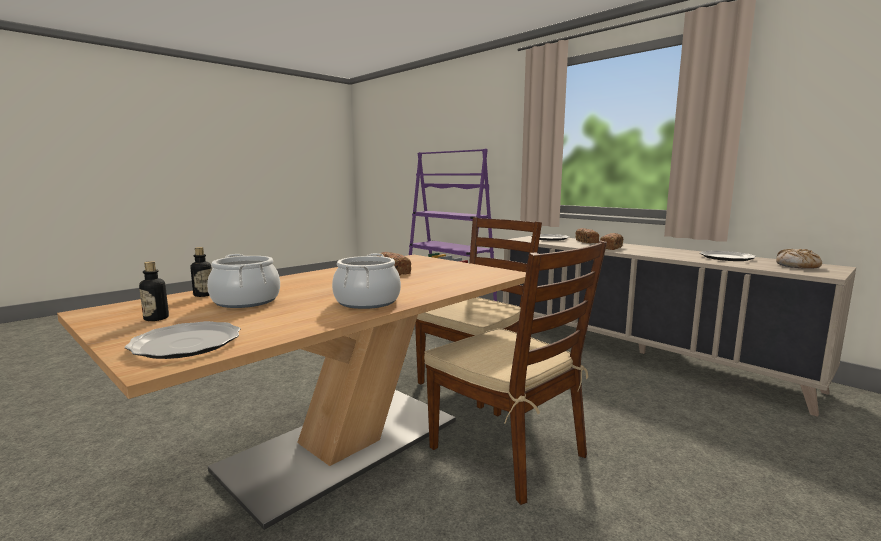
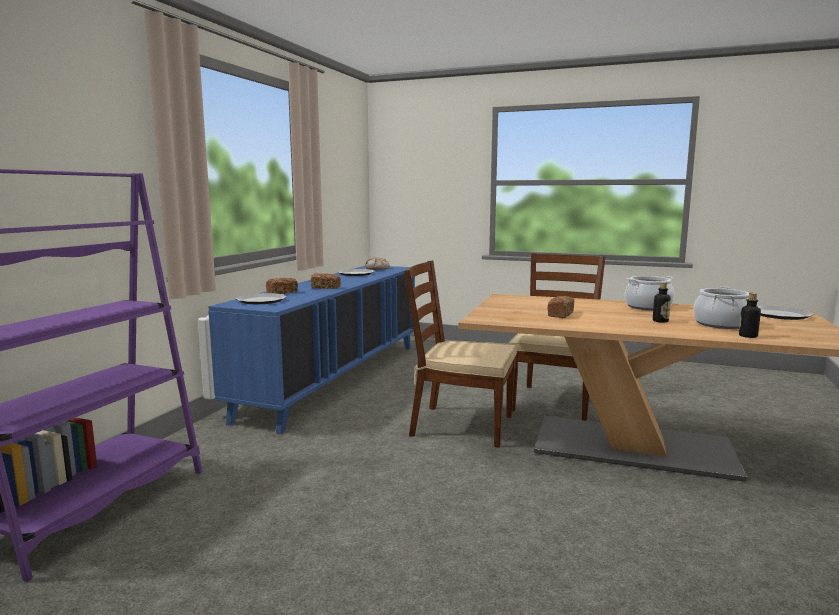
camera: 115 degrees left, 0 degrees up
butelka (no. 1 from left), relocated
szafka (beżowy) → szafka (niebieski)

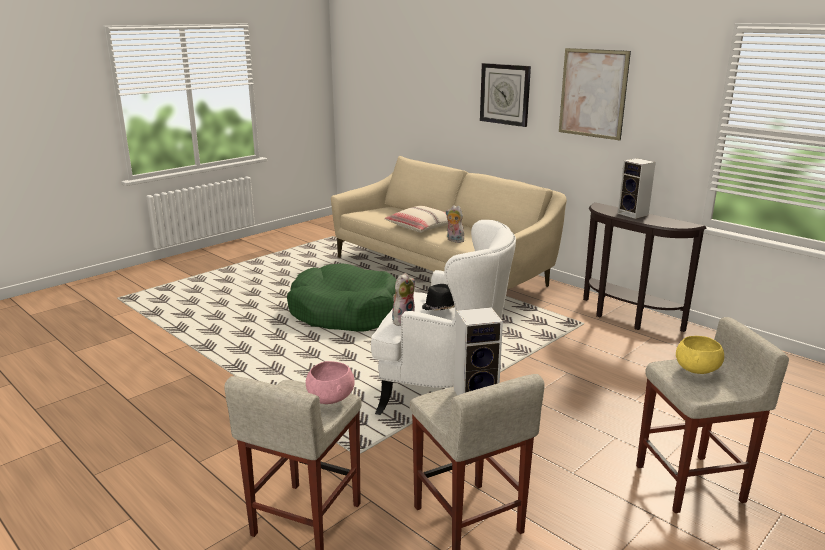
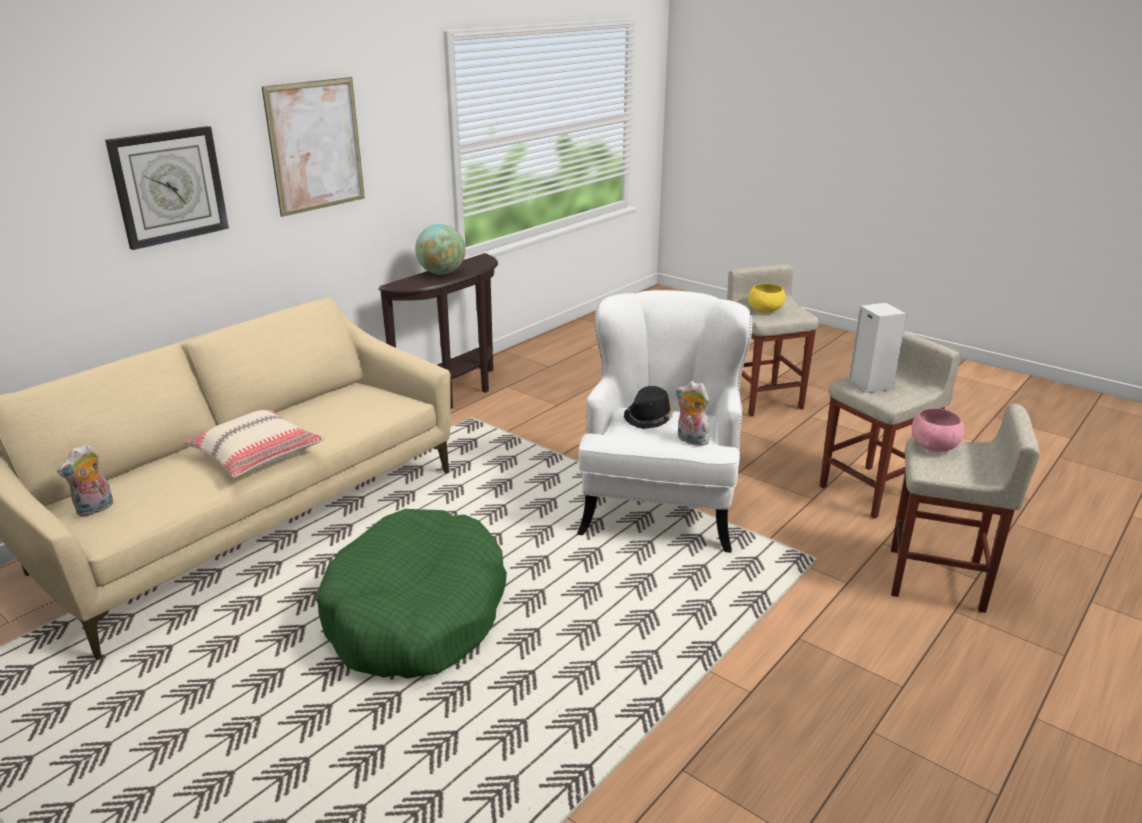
camera: 95 degrees left, 5 degrees up
pluszak (no. 2 from left in the first image) → pluszak (no. 1 from left), relocated
głośnik (no. 2 from left) → globus

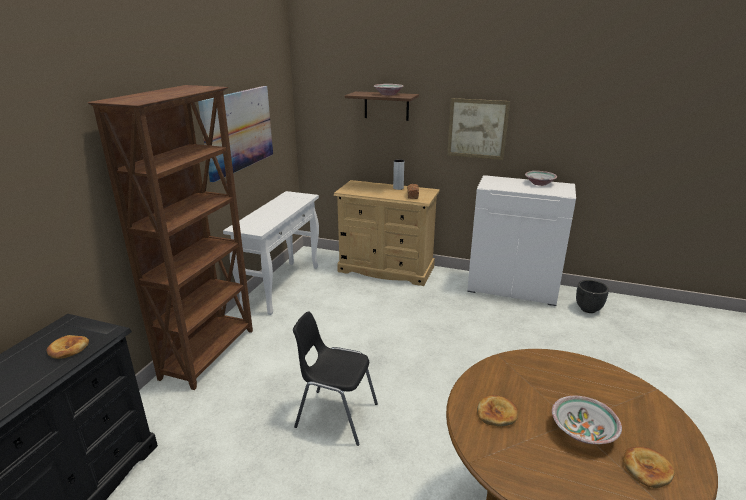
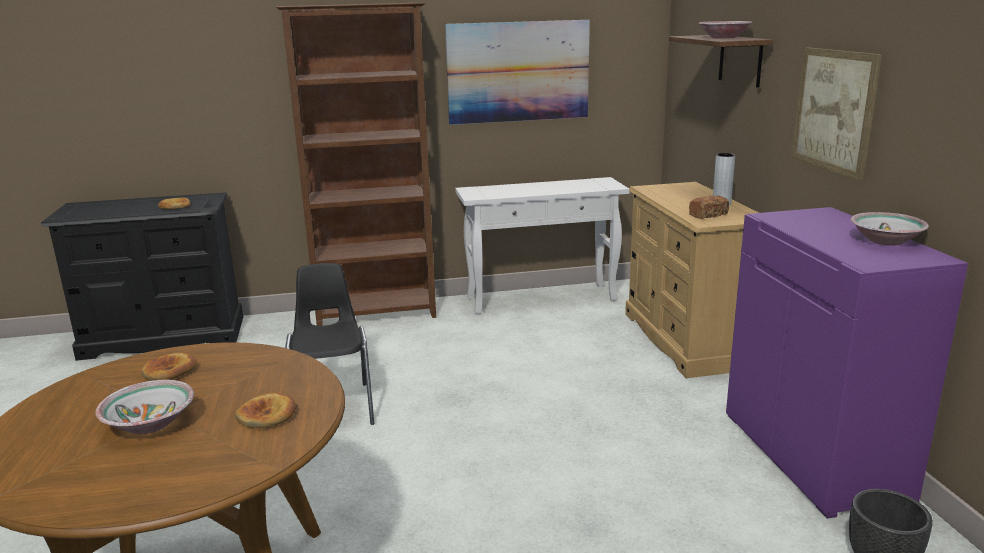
camera: 60 degrees right, 5 degrees down
chleb (no. 4 from left in the first image) → chleb (no. 3 from left), relocated
szafka (biały) → szafka (fioletowy)

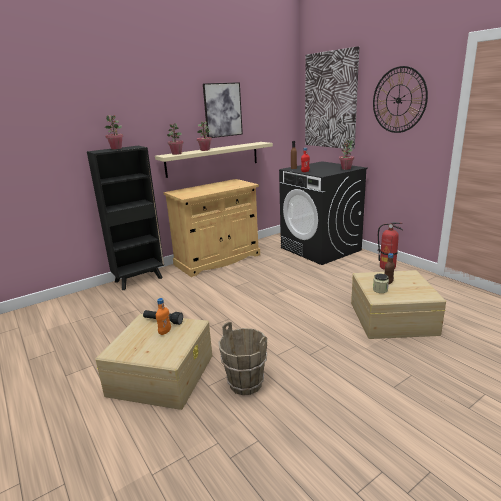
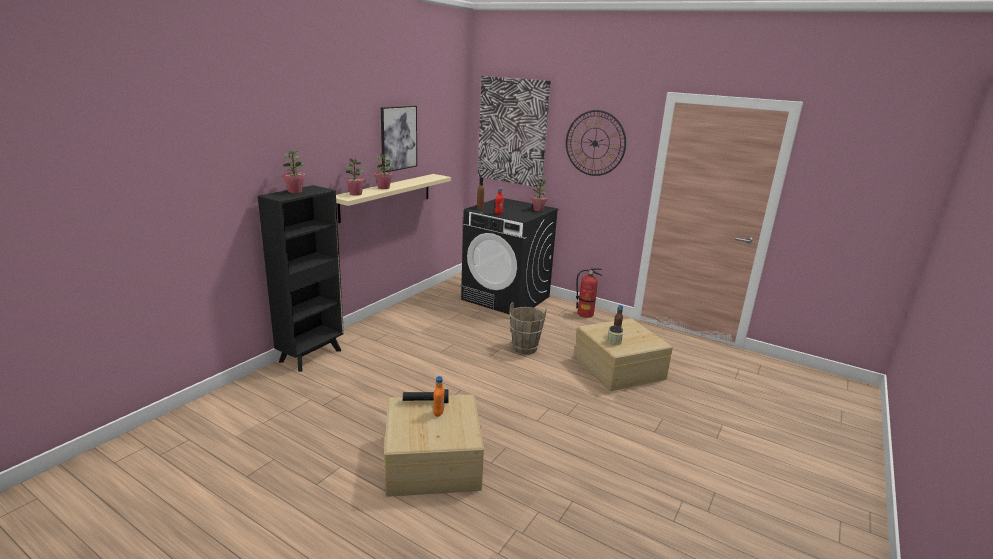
camera: 25 degrees left, 0 degrees up
szafka (beżowy) → -
wiadro (brązowy), relocated

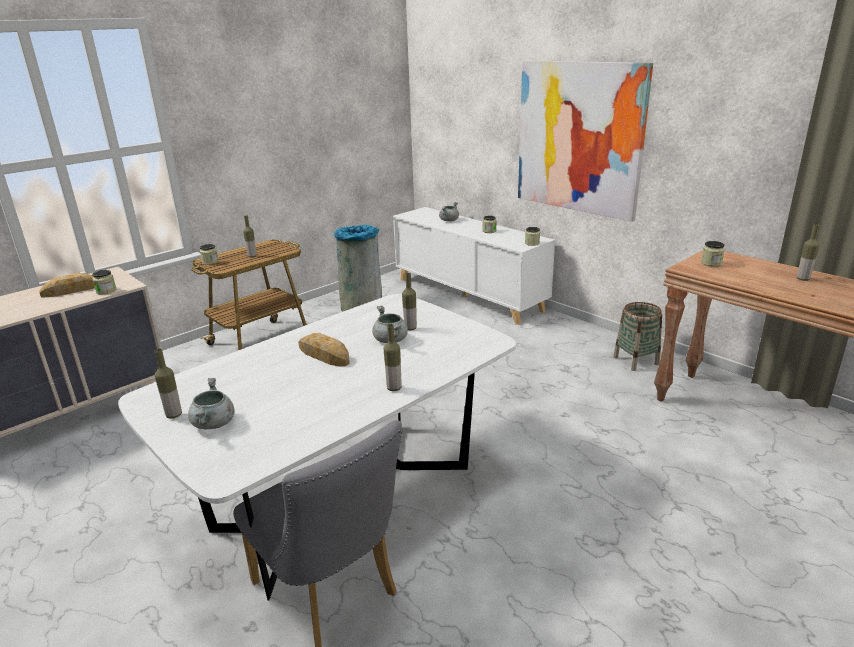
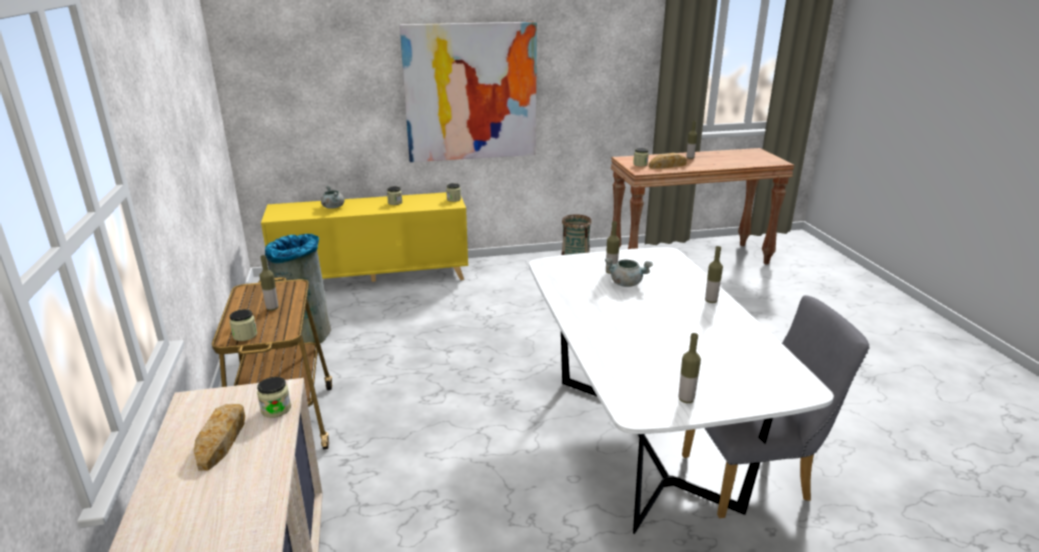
camera: 60 degrees left, 0 degrees up
garnek (szary) (no. 1 from left) → -
chleb (no. 2 from left), relocated
szafka (biały) → szafka (żółty)

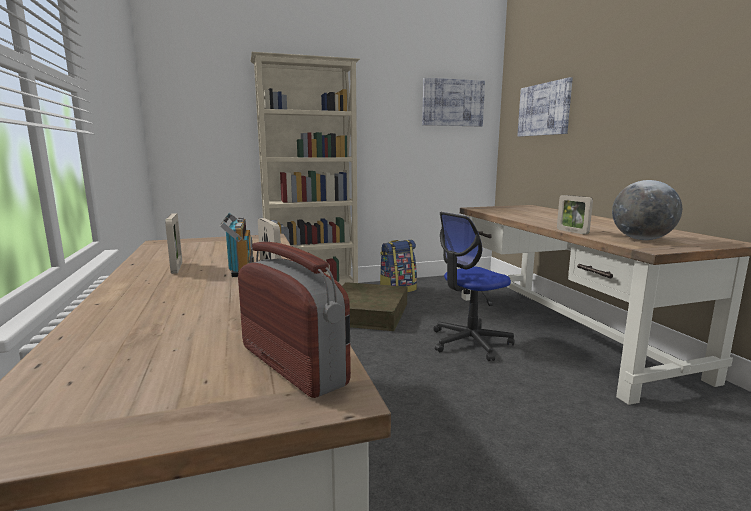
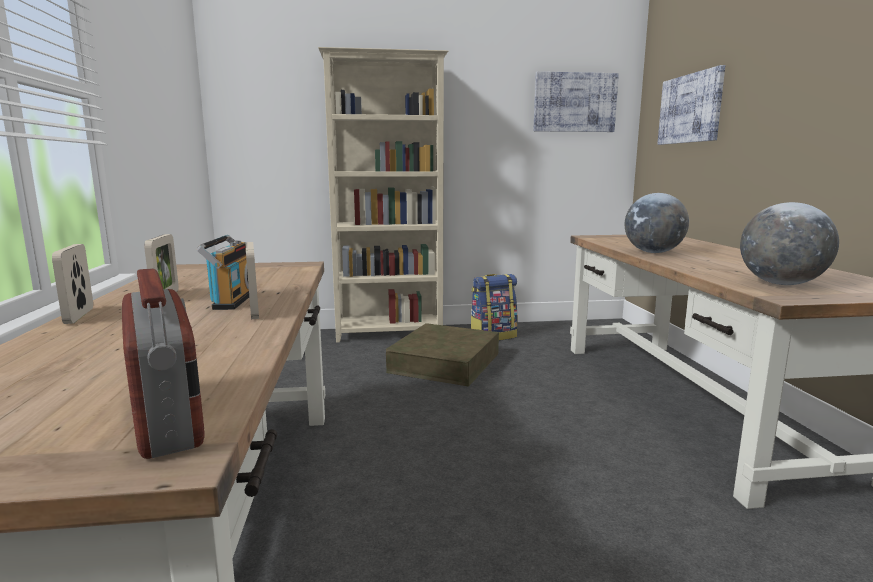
camera: 10 degrees right, 0 degrees up
krzesło biurowe → -
- → globus (no. 1 from left)
ramka na zdjęcie (no. 3 from left in the first image) → ramka na zdjęcie (no. 1 from left), relocated

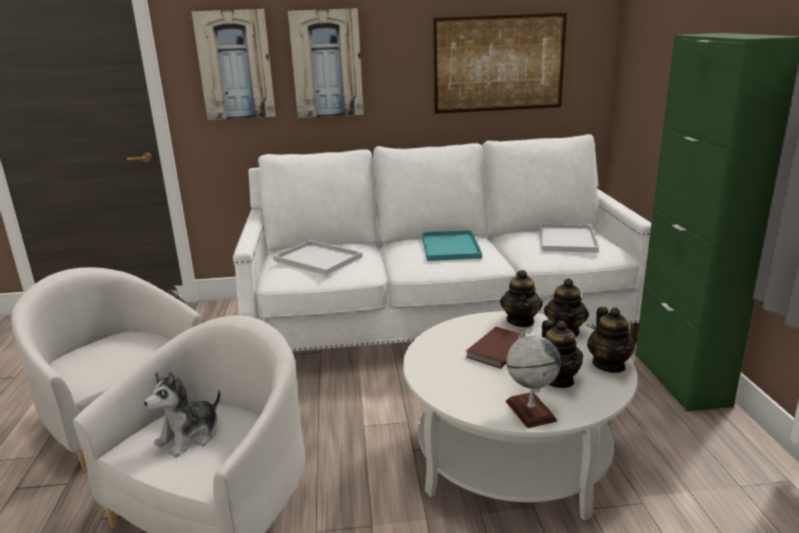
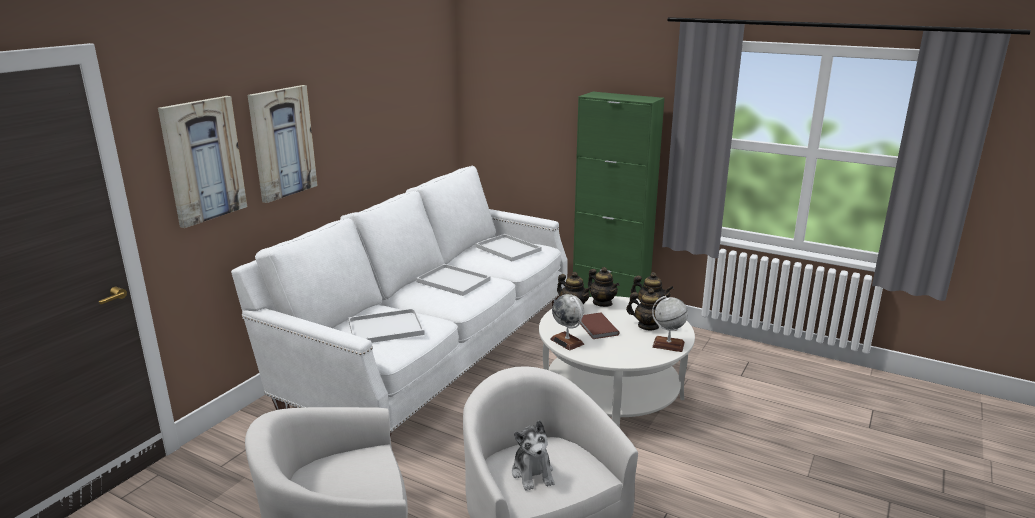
camera: 55 degrees left, 0 degrees up
obraz (no. 3 from left) → -
- → globus (no. 1 from left)
taca (turkusowy) → taca (biały) (no. 2 from left)

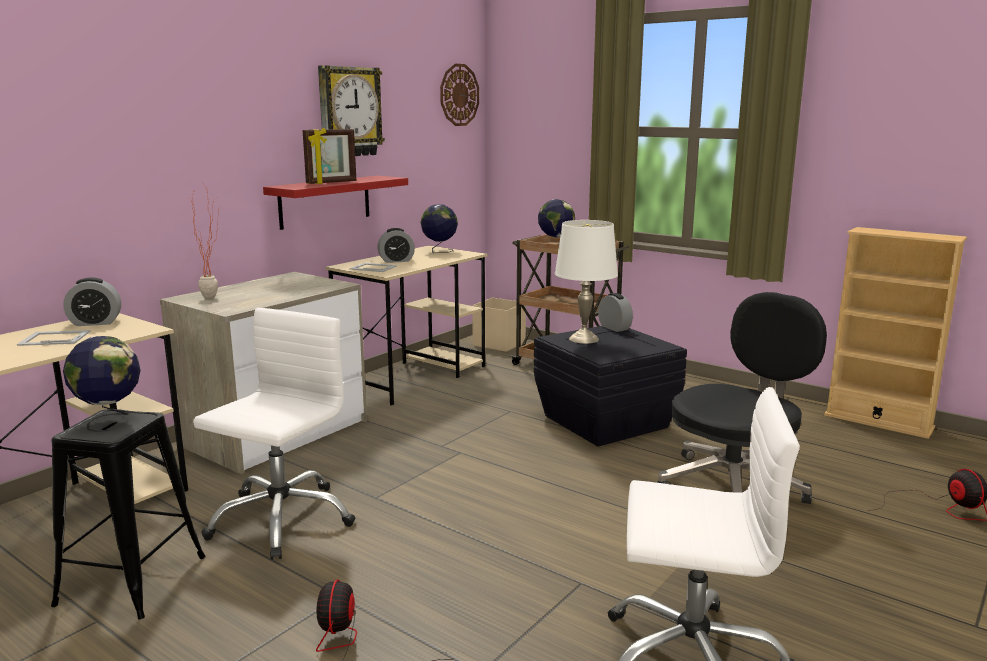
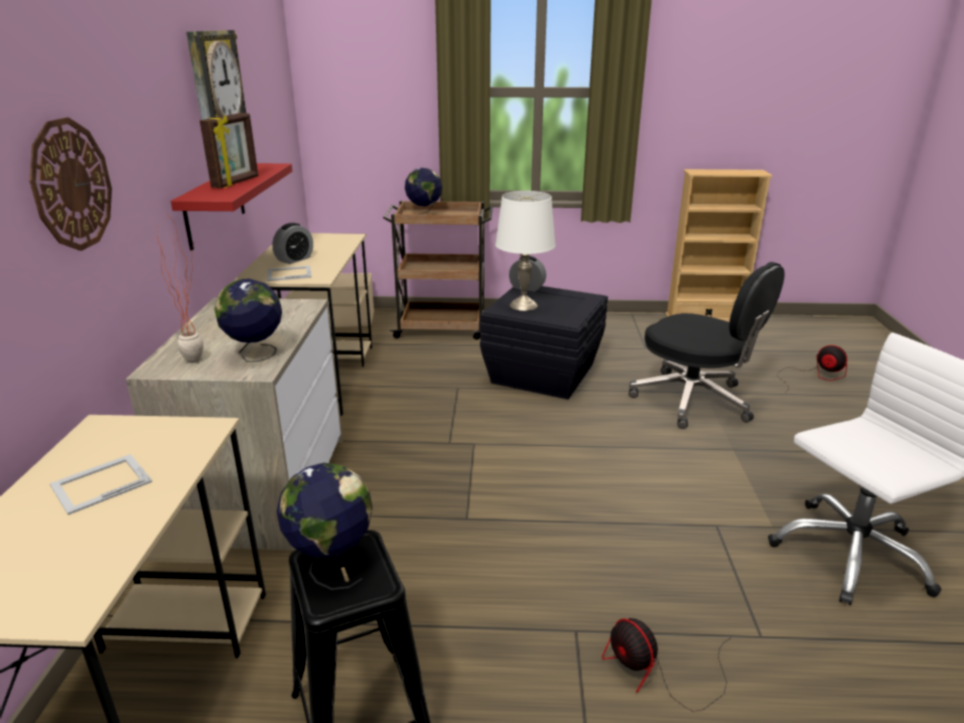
camera: 35 degrees left, 10 degrees up
budzik (no. 1 from left) → -
krzesło biurowe (biały) (no. 1 from left) → -
globus (no. 2 from left in the first image) → globus (no. 1 from left), relocated
zegar ścienny (no. 2 from left in the first image) → zegar ścienny (no. 1 from left), relocated
krzesło biurowe (czarny), 120 degrees clockwise

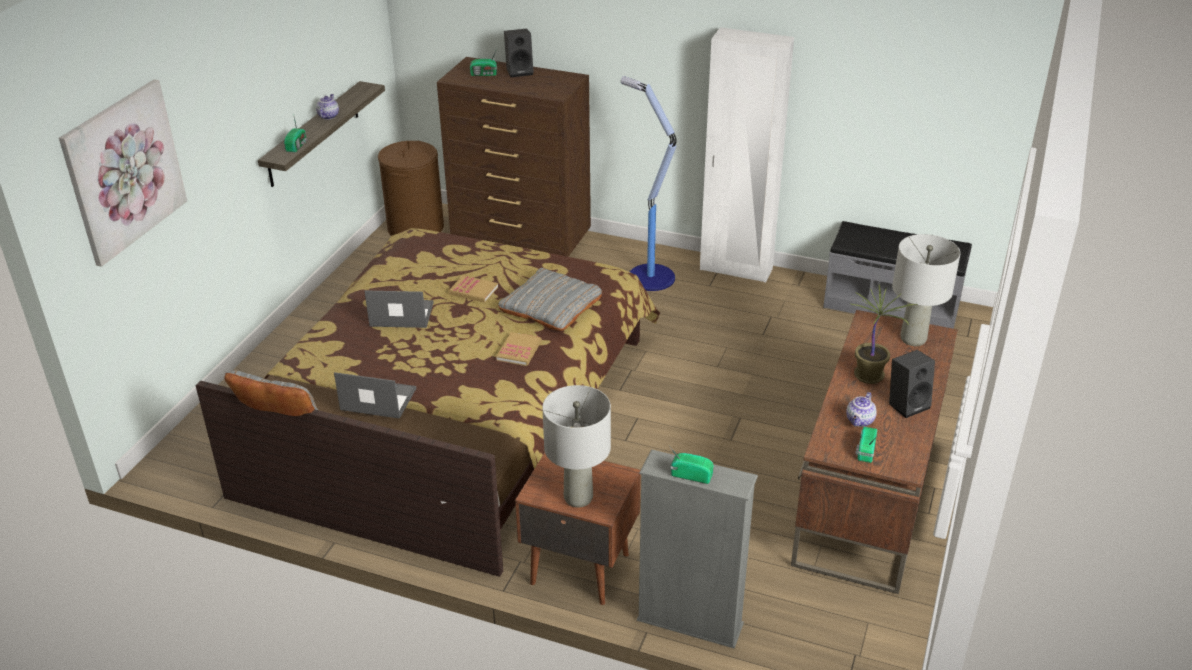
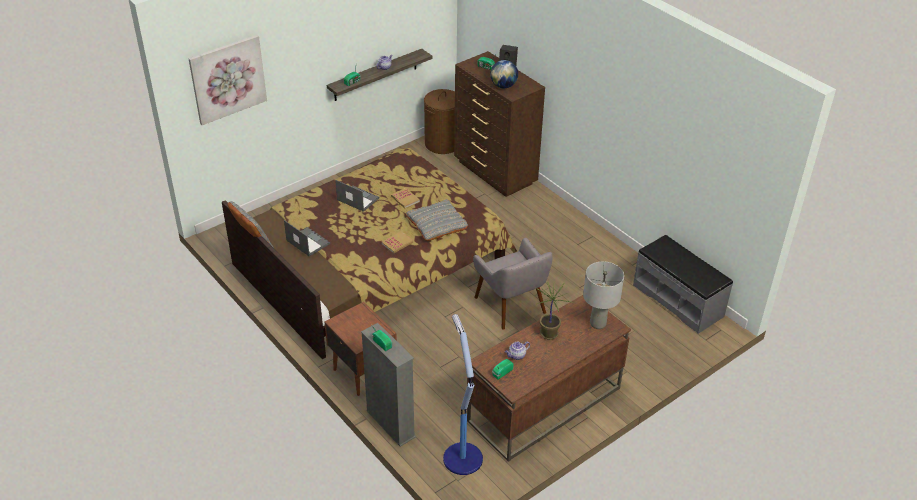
camera: 30 degrees right, 5 degrees up
lampa stołowa (szary) (no. 1 from left) → -
szafa (biały) → -
głośnik (czarny) (no. 2 from left) → -
- → fotel (szary)
- → globus
lampa stojąca, relocated

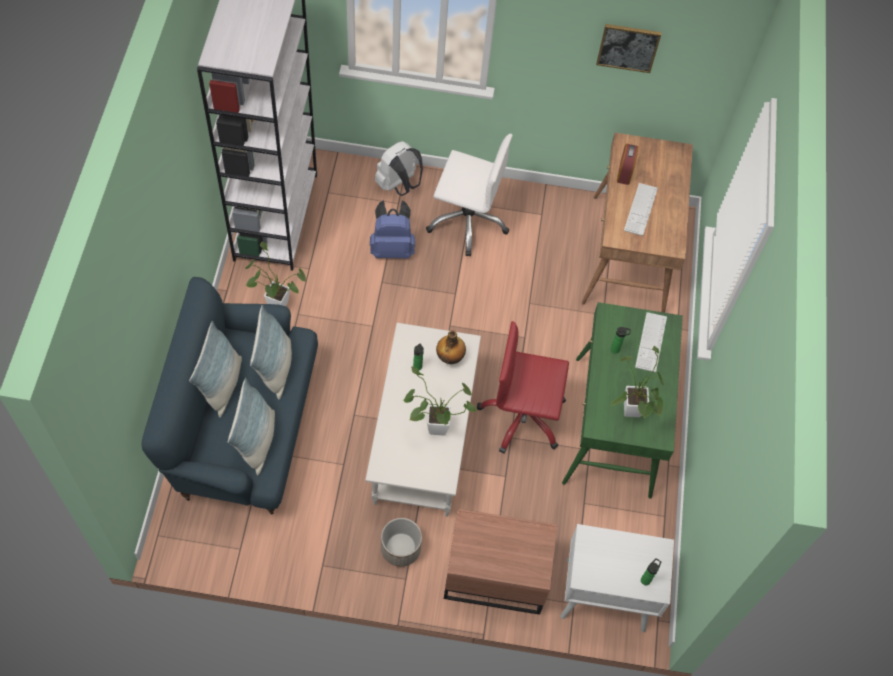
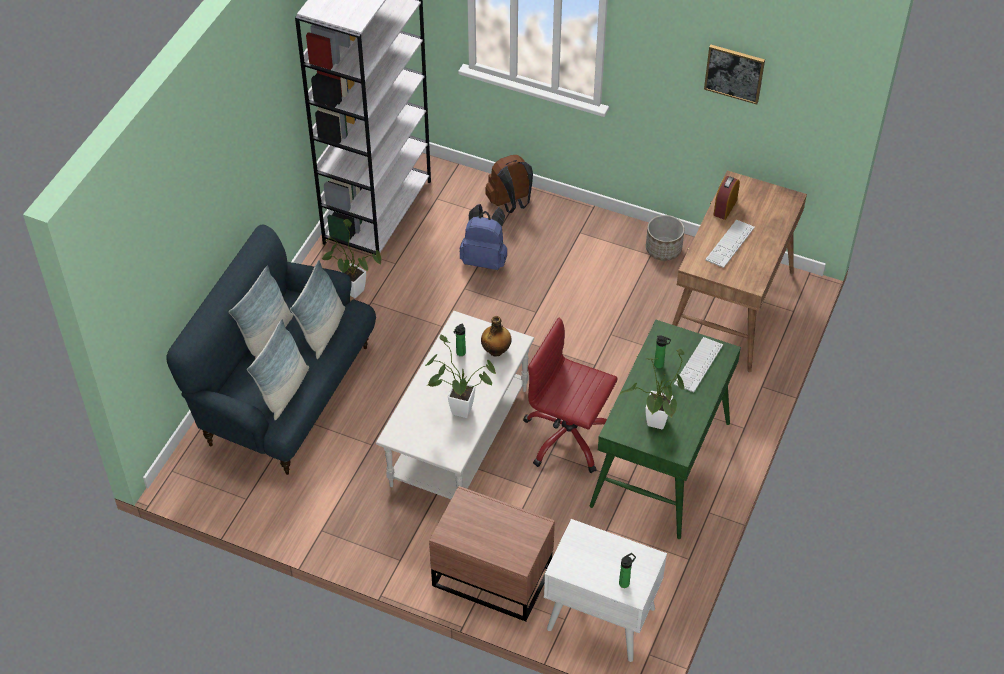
camera: 20 degrees right, 10 degrees down
krzesło biurowe (biały) → -
donica, relocated
plecak (biały) → plecak (brązowy)

